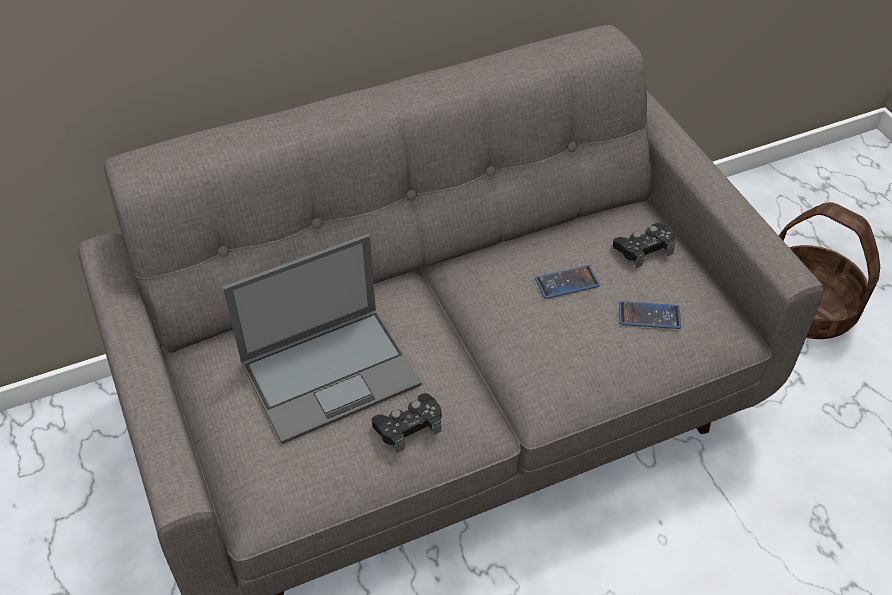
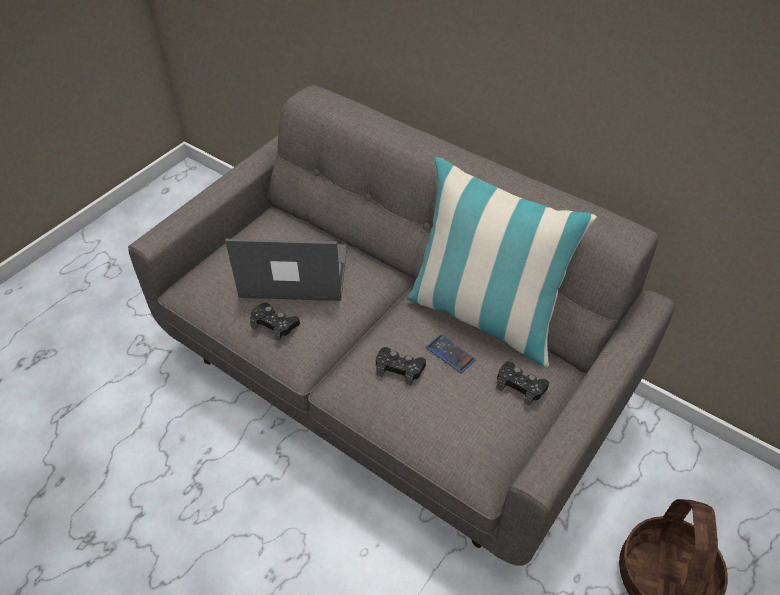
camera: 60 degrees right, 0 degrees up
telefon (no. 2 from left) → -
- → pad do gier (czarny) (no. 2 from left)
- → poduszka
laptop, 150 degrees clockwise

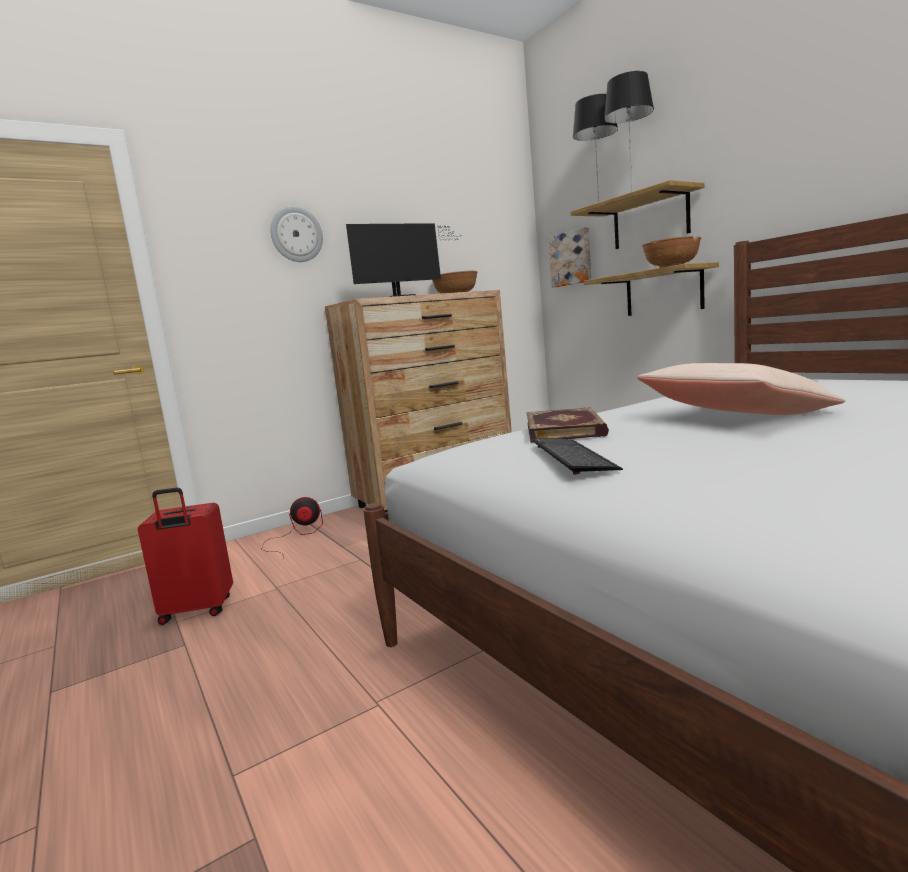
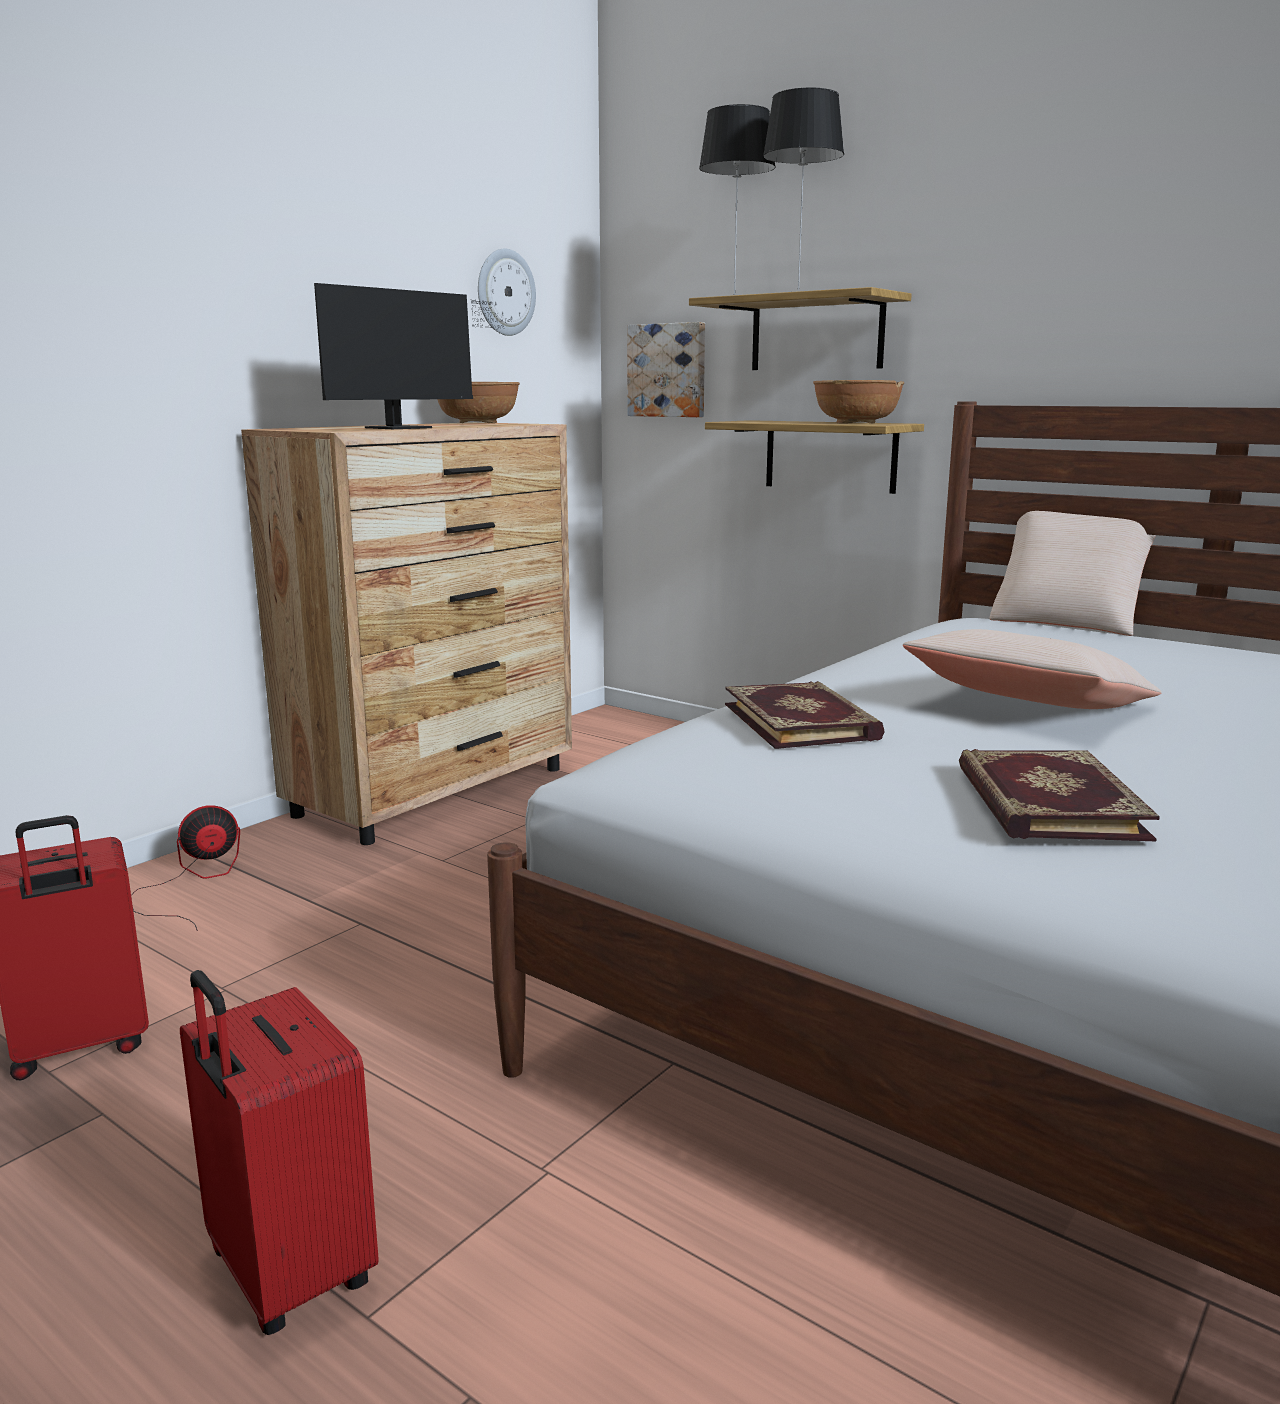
camera: 20 degrees left, 5 degrees up
klawiatura → -
- → walizka (czerwony) (no. 2 from left)
- → książka (no. 2 from left)
- → poduszka (beżowy) (no. 2 from left)
zegar ścienny, relocated

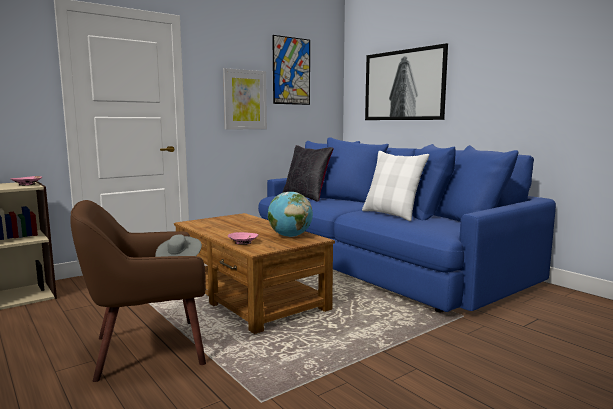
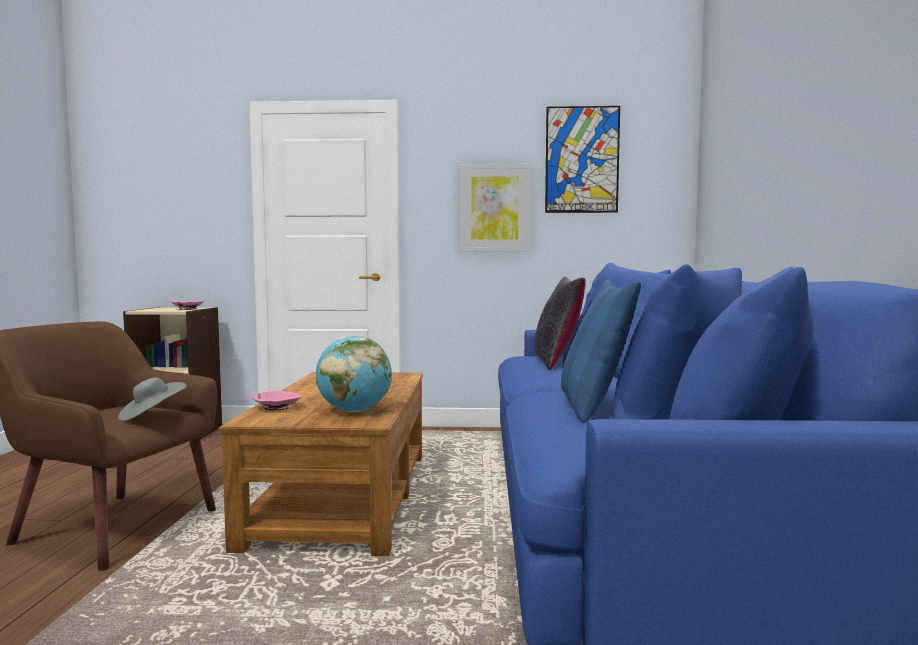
camera: 40 degrees right, 5 degrees down
obraz (no. 3 from left) → -
poduszka (biały) → poduszka (niebieski)

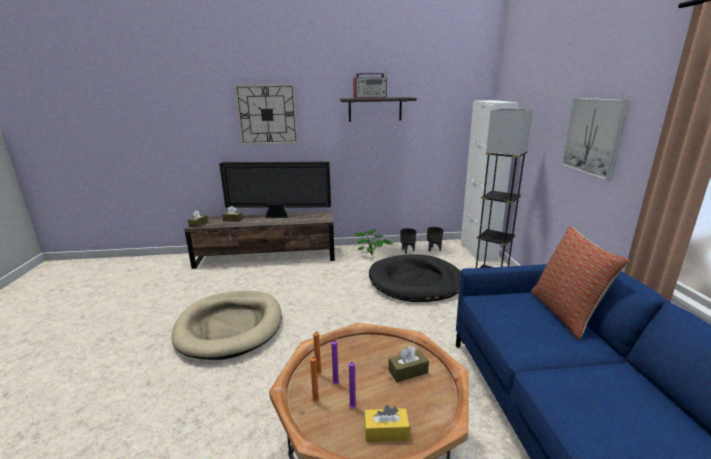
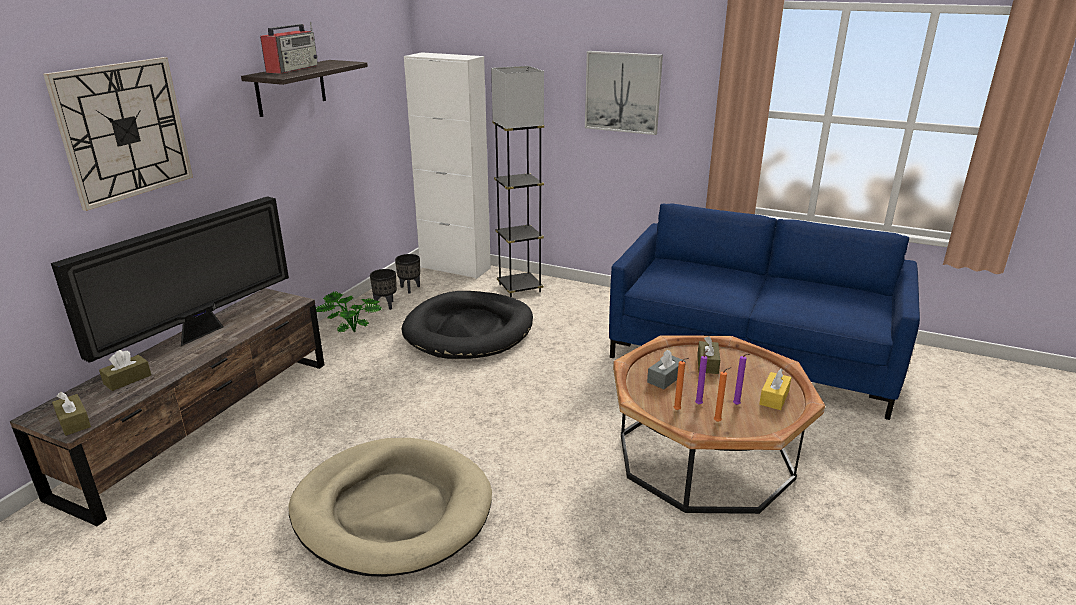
camera: 60 degrees left, 5 degrees up
poduszka → -
- → pudełko chusteczek (szary)

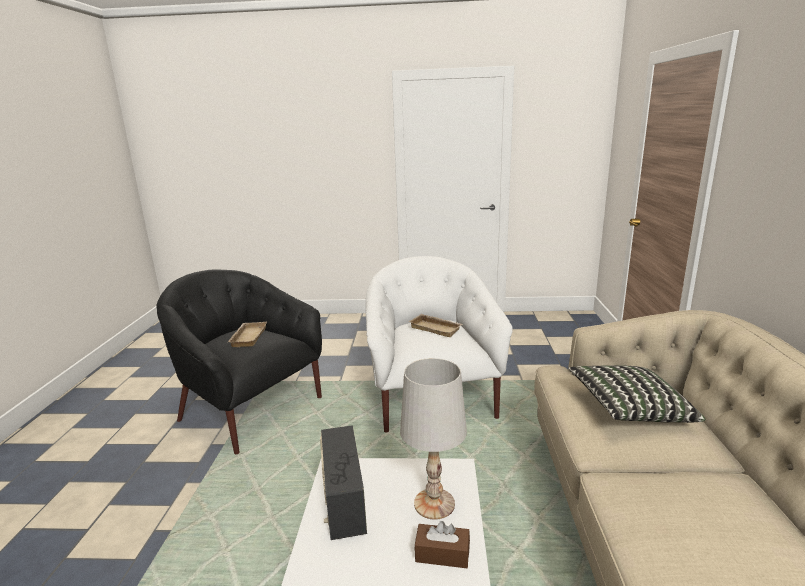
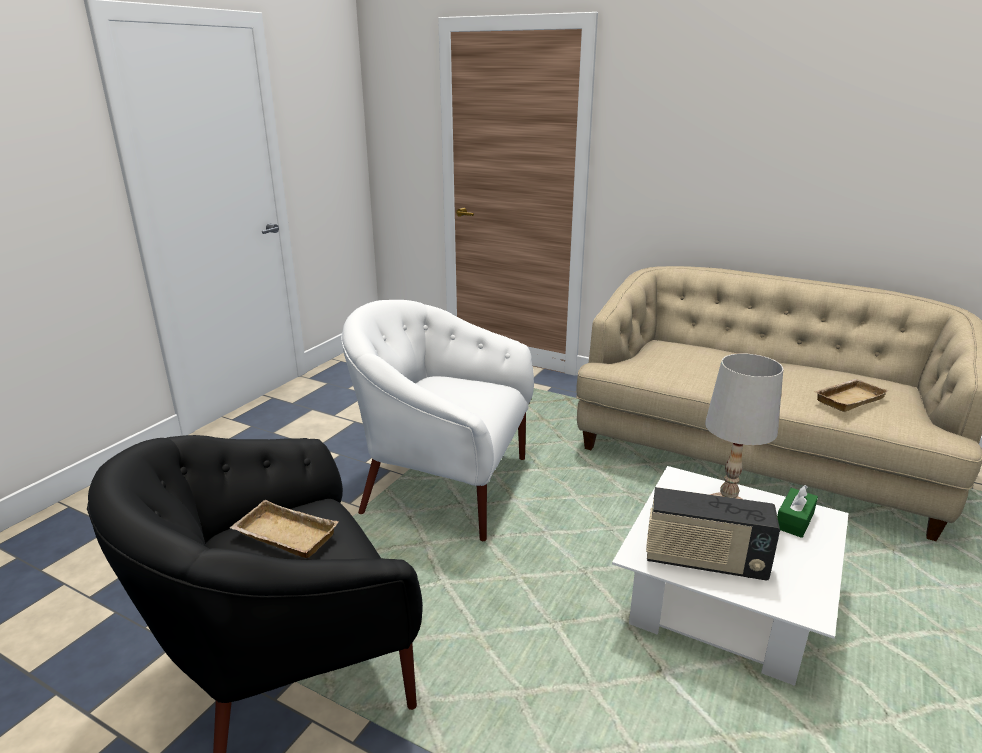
camera: 65 degrees left, 5 degrees up
poduszka → -
taca (beżowy) (no. 2 from left), relocated
pudełko chusteczek (brązowy) → pudełko chusteczek (zielony)

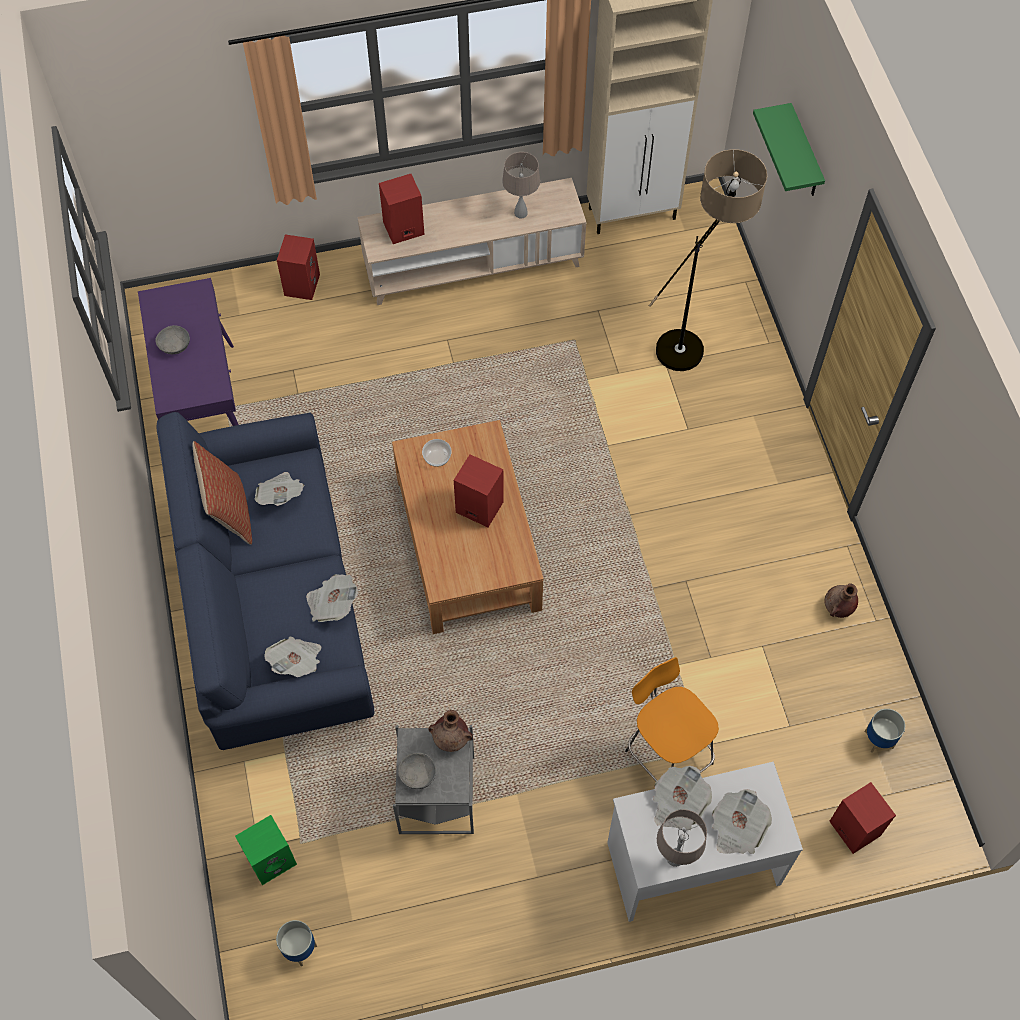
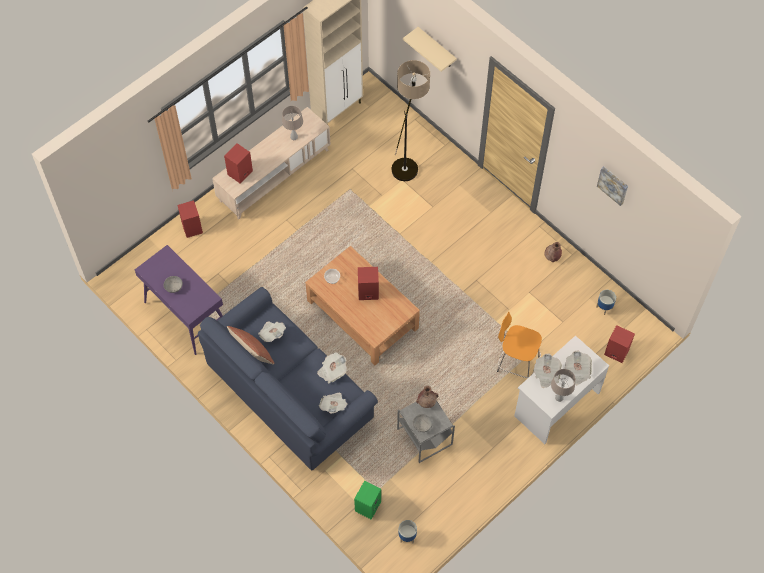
camera: 30 degrees left, 0 degrees up
- → obraz
półka (zielony) → półka (beżowy)

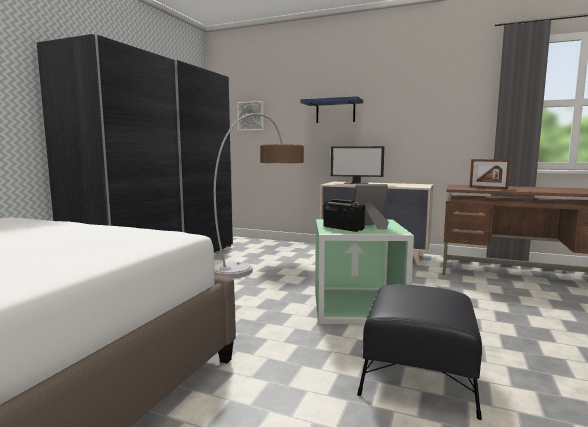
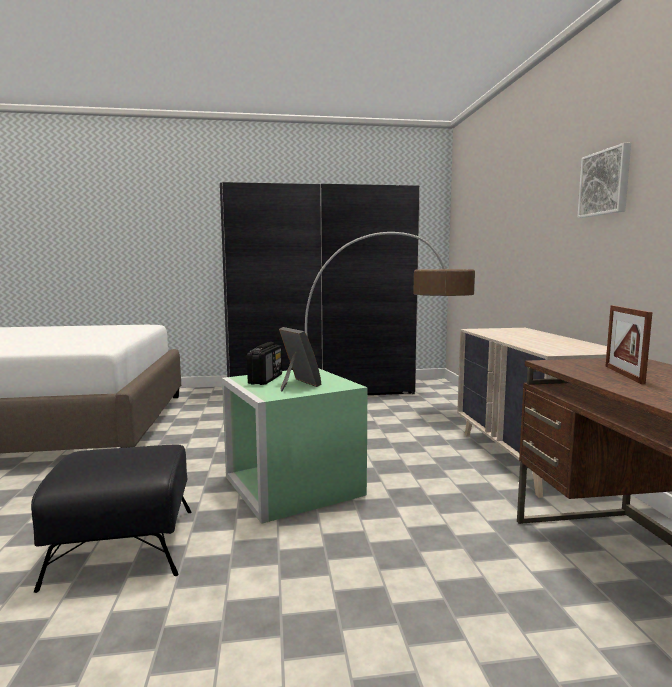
camera: 60 degrees right, 0 degrees up
półka (niebieski) → -
monitor → -
obraz, relocated

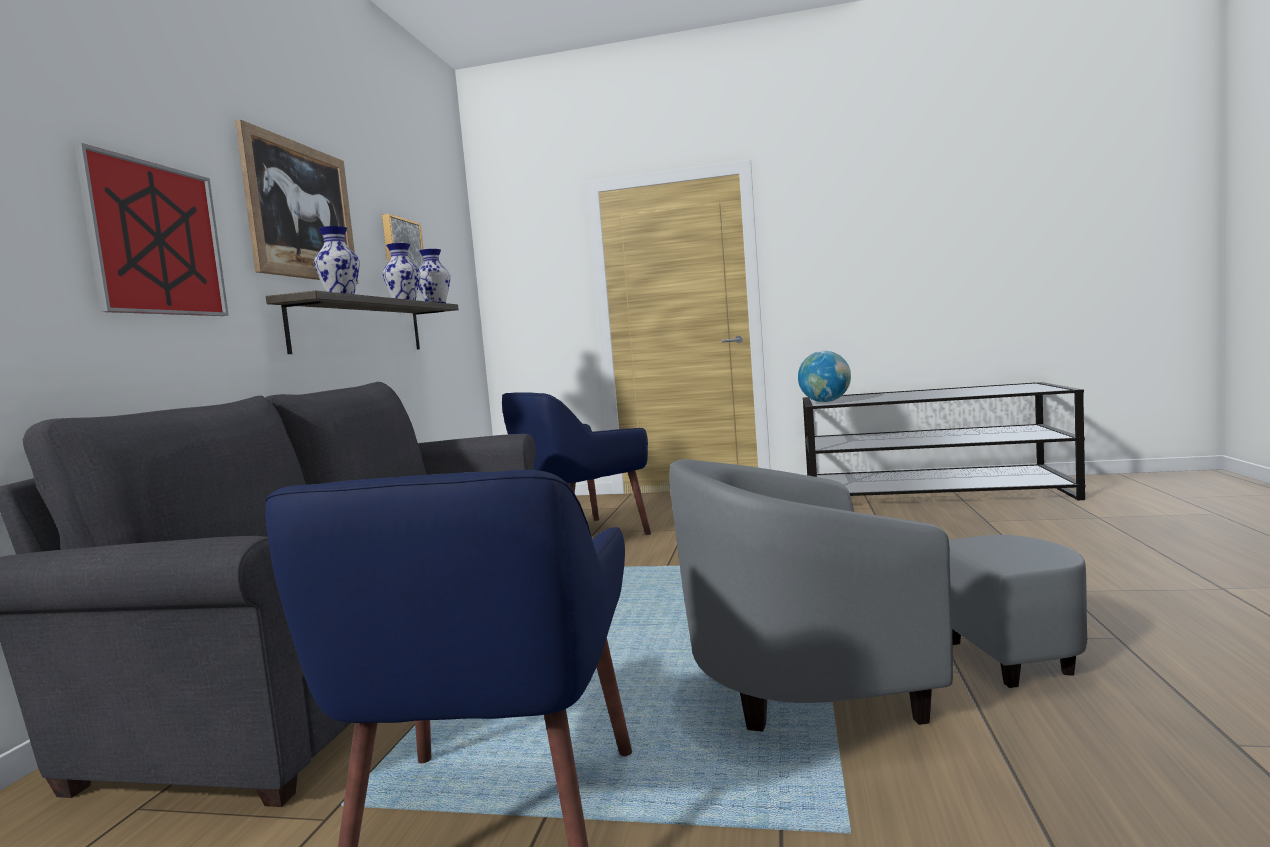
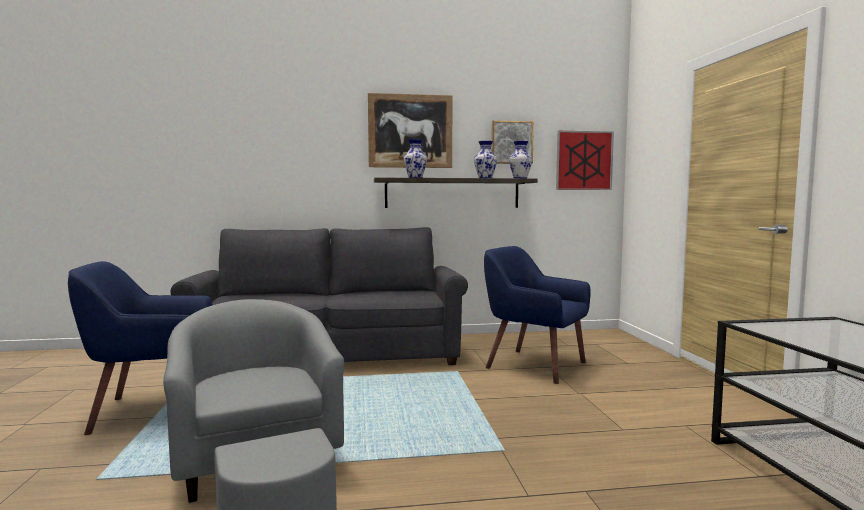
camera: 70 degrees right, 0 degrees up
globus → -
obraz (no. 1 from left in the first image) → obraz (no. 3 from left), relocated

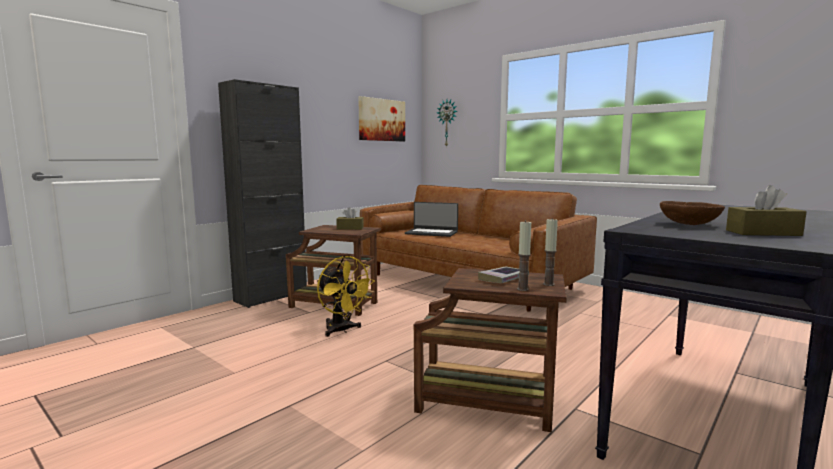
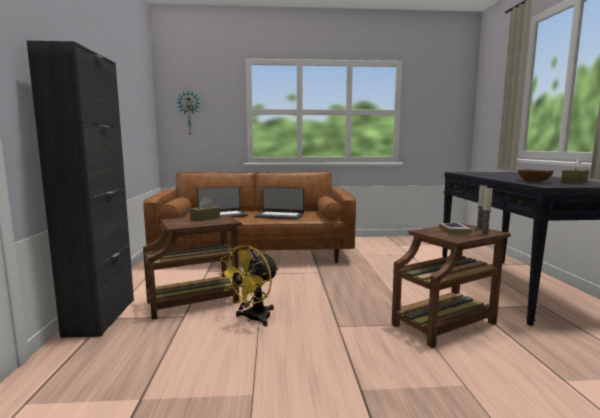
camera: 45 degrees left, 0 degrees up
obraz → -
- → laptop (no. 2 from left)
wentylator (żółty), 120 degrees clockwise

